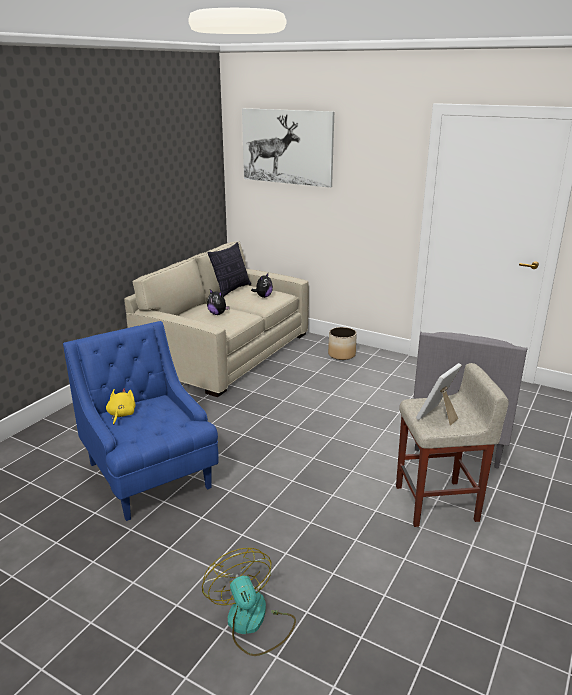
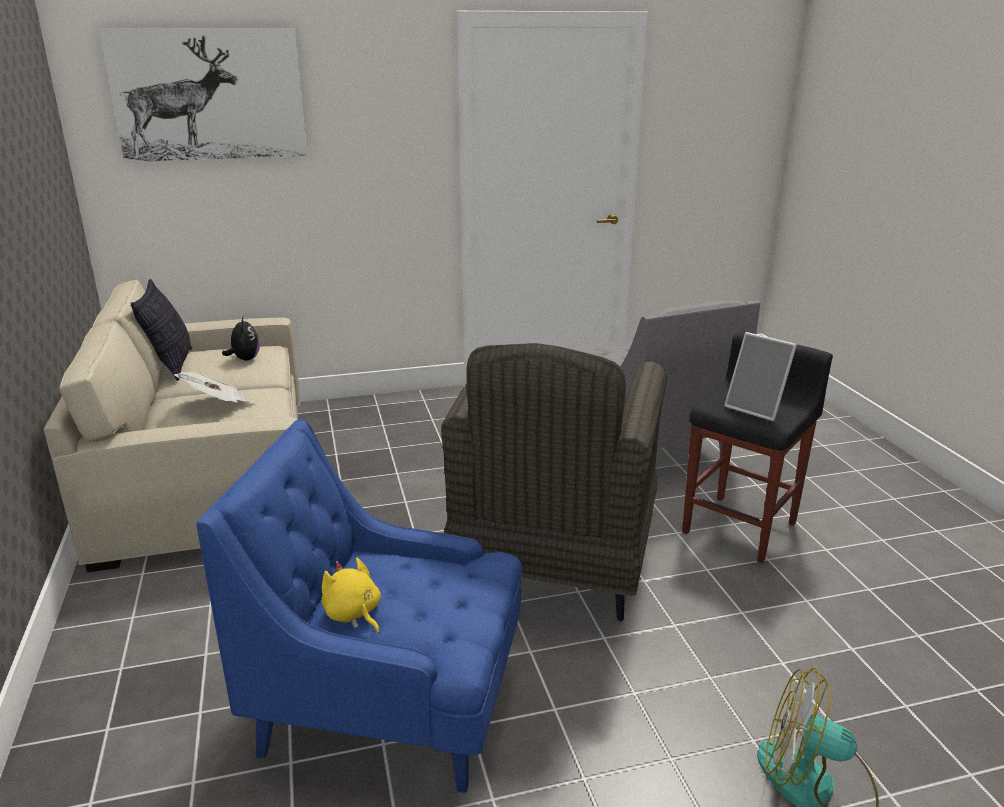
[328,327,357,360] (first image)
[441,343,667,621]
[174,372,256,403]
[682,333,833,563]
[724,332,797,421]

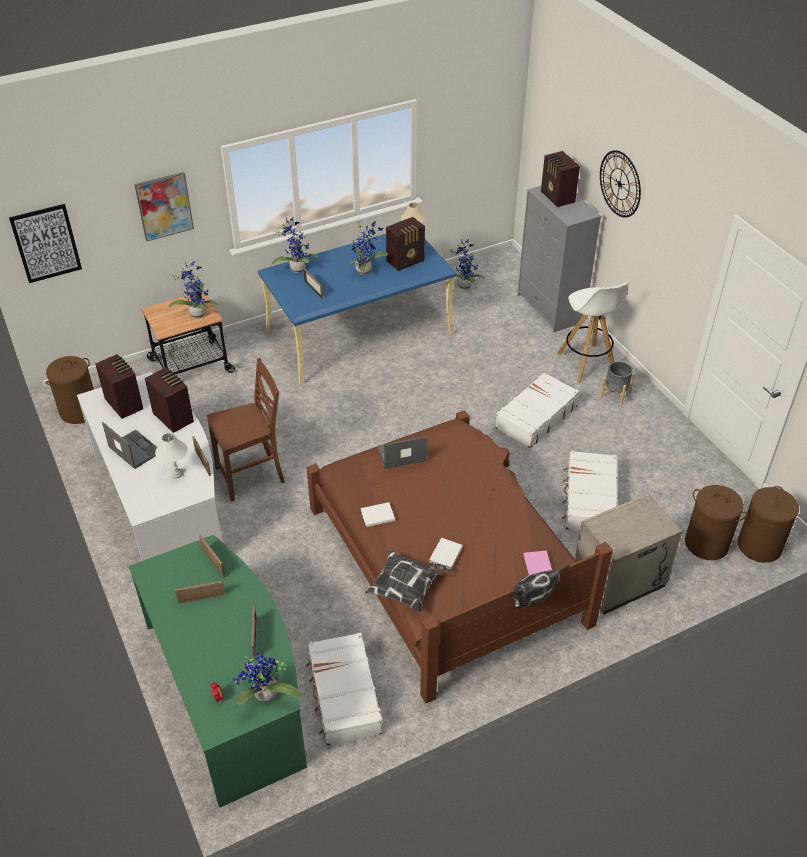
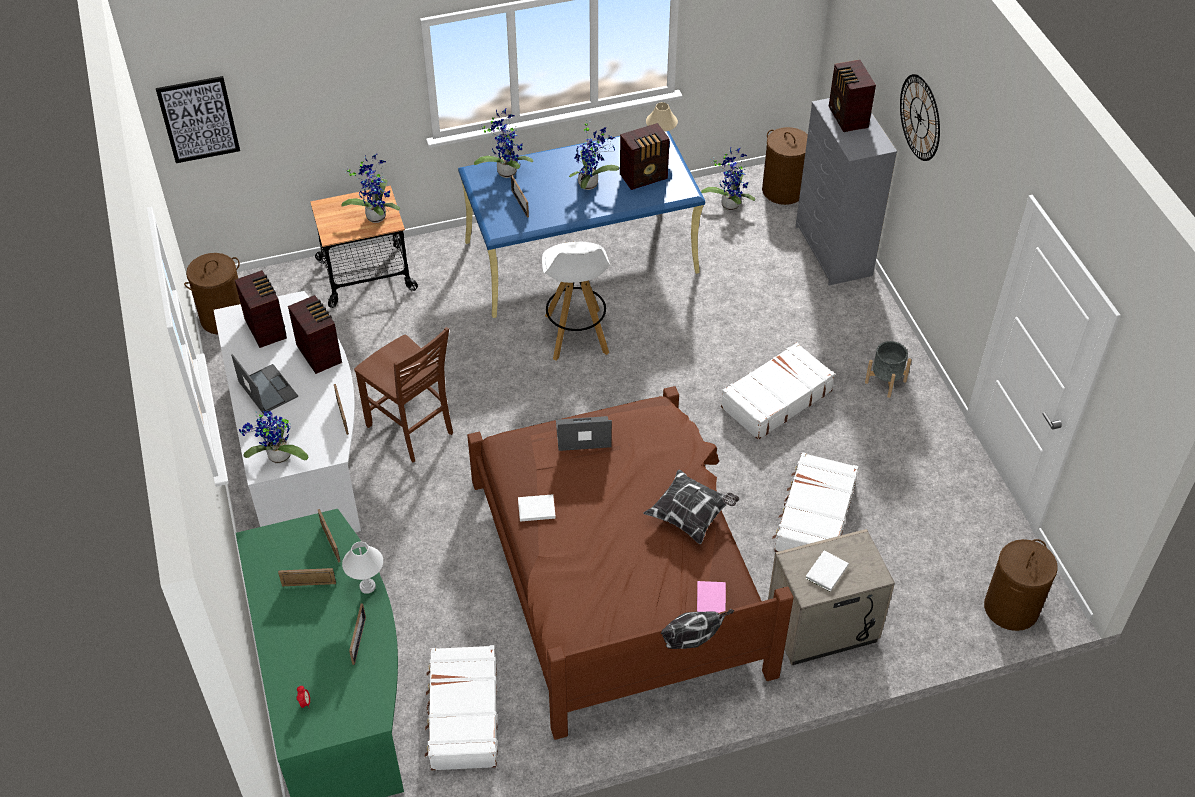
[134,172,194,241] (first image)
[342,542,383,594]
[239,411,308,464]
[643,469,739,544]
[805,551,849,592]
[542,242,610,361]
[762,127,808,205]
[354,327,453,462]

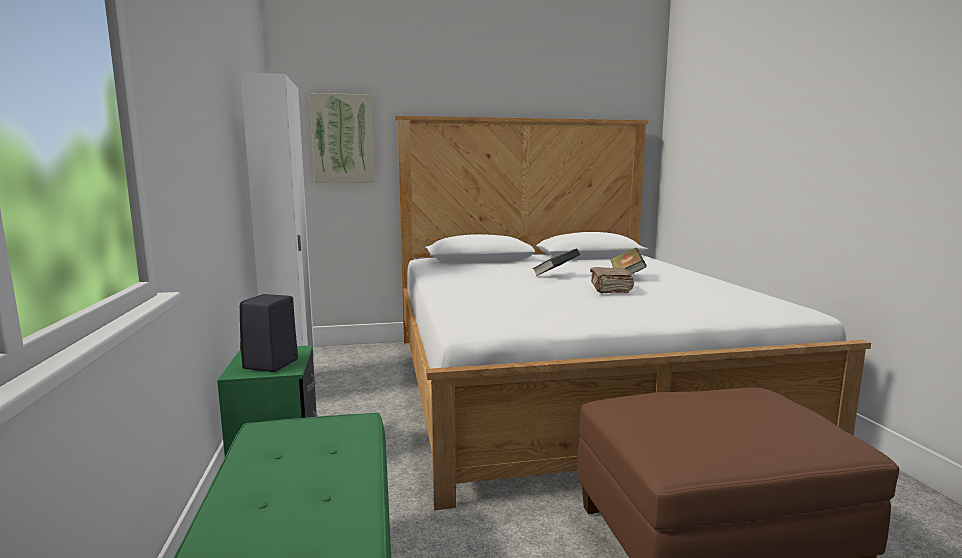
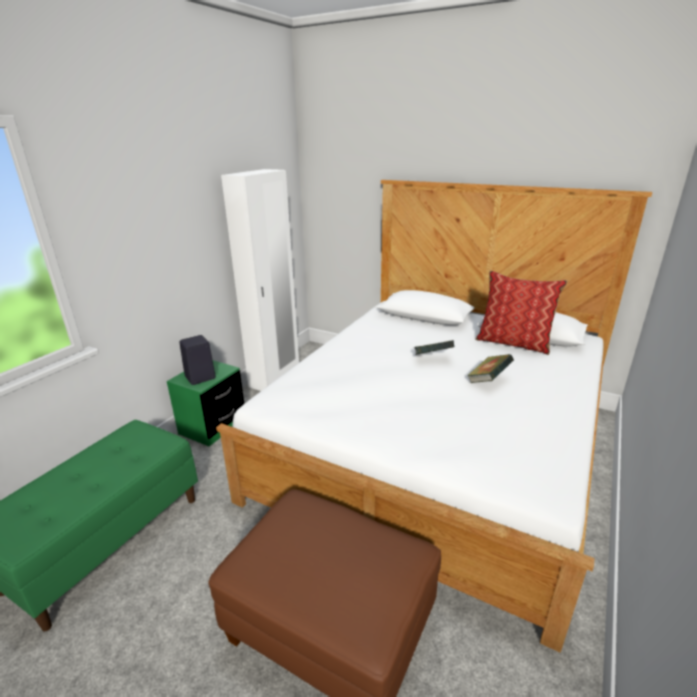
[310,93,375,183] (first image)
[590,267,634,293] (first image)
[475,271,568,355]

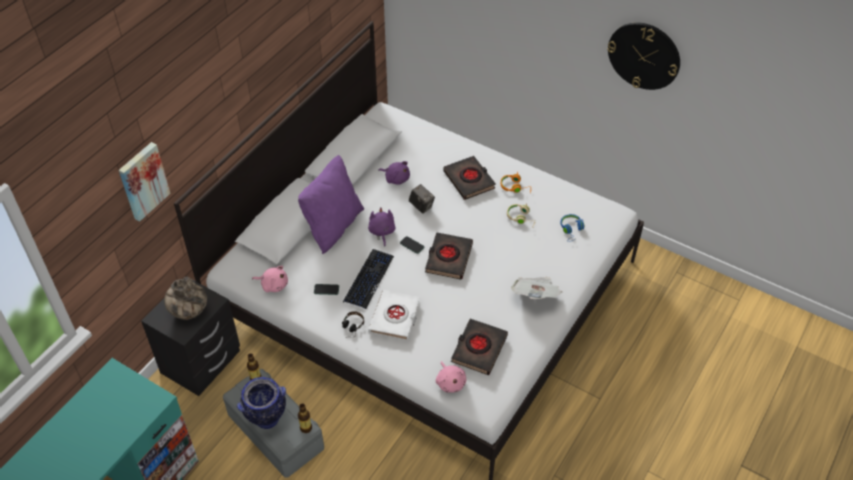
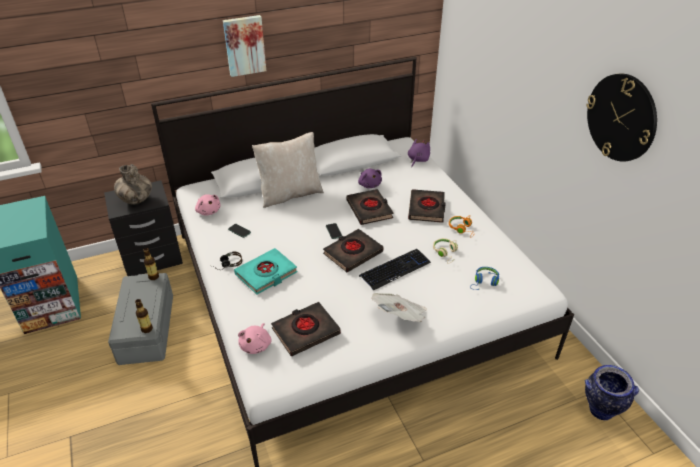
[223,15,266,77]
[585,365,639,420]
[359,249,431,291]
[408,139,430,167]
[347,189,394,225]
[252,132,324,208]
[234,248,298,295]

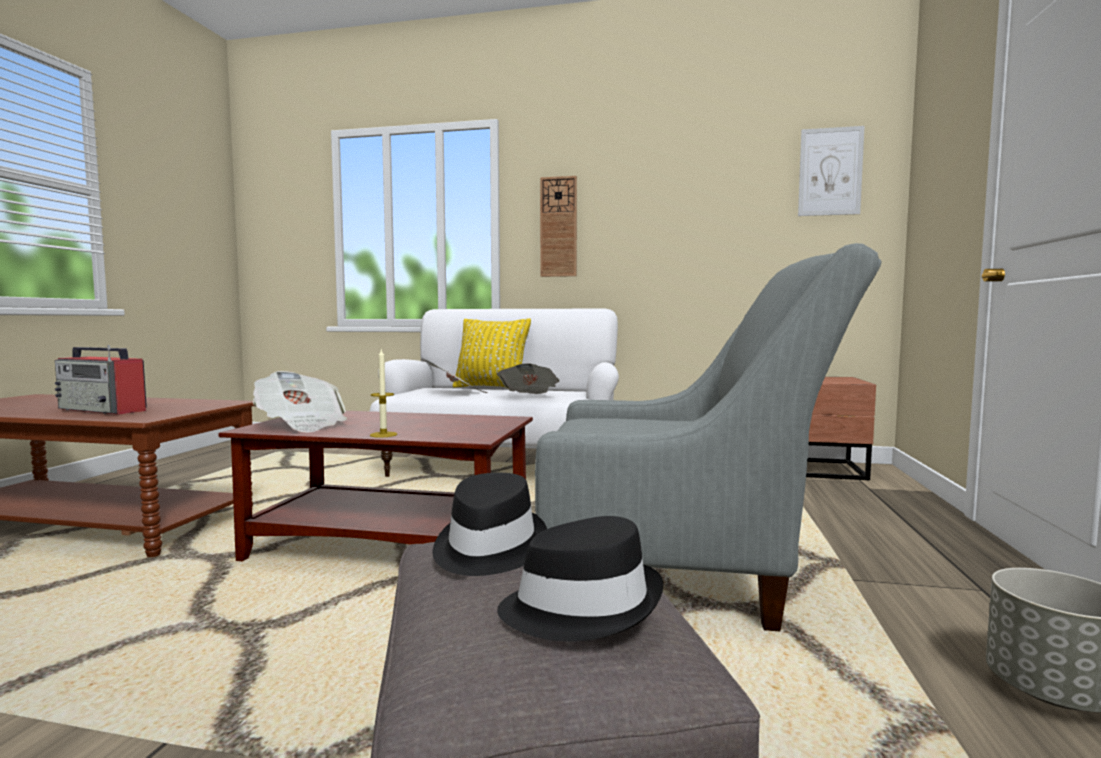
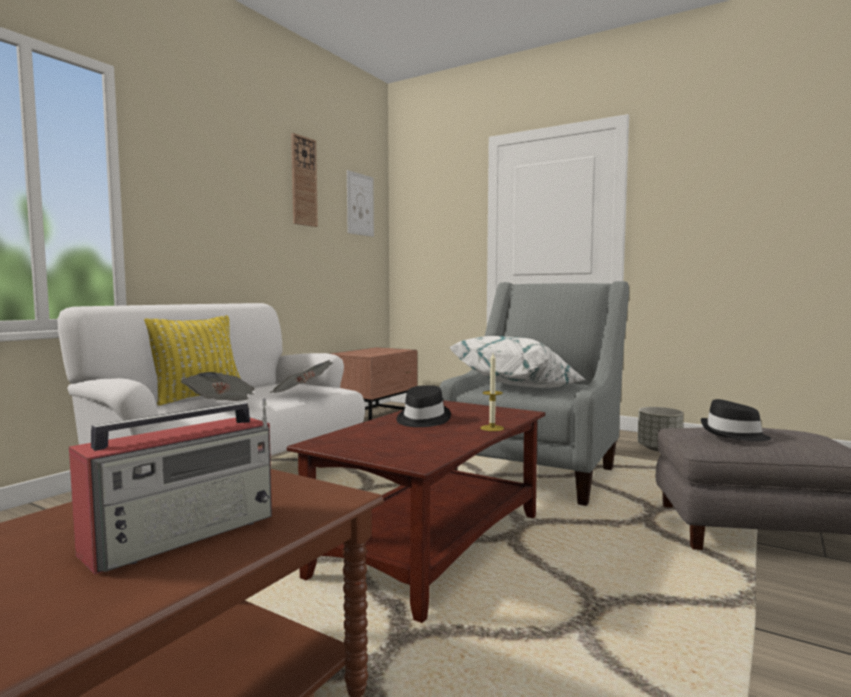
[253,371,347,433] (first image)
[449,336,586,388]
[396,385,451,427]
[291,133,318,227]

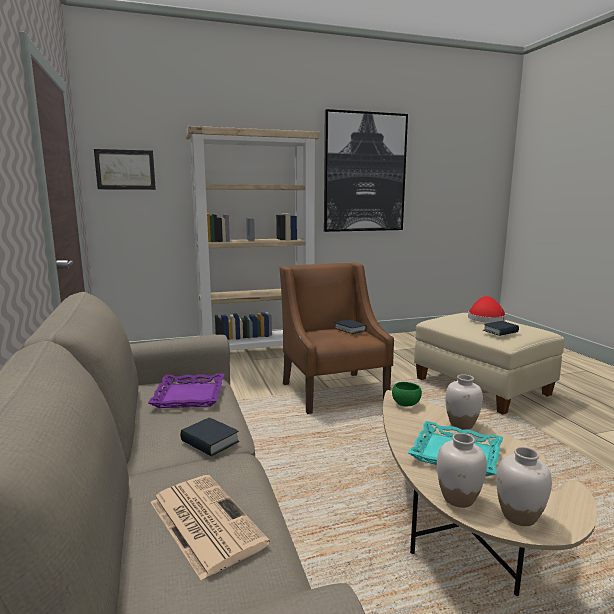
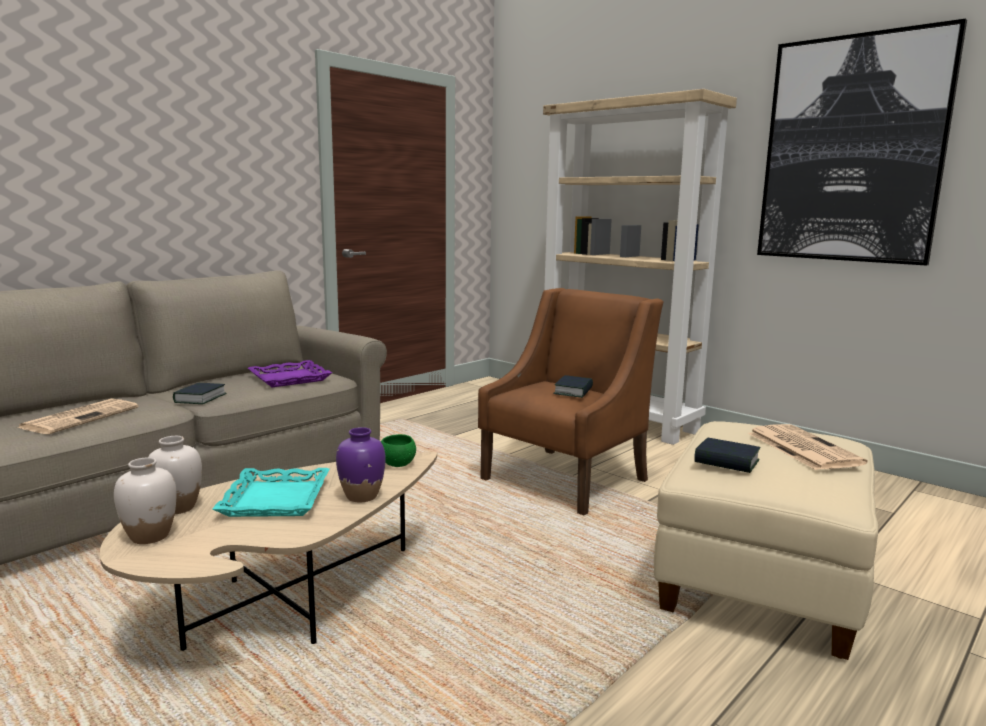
[94,149,156,190] (first image)
[748,424,867,470]
[336,427,386,502]

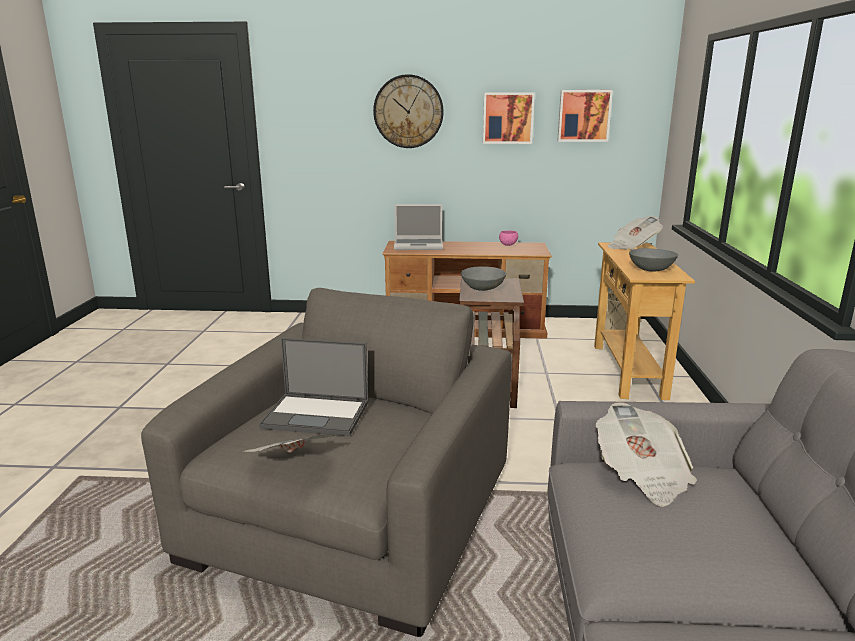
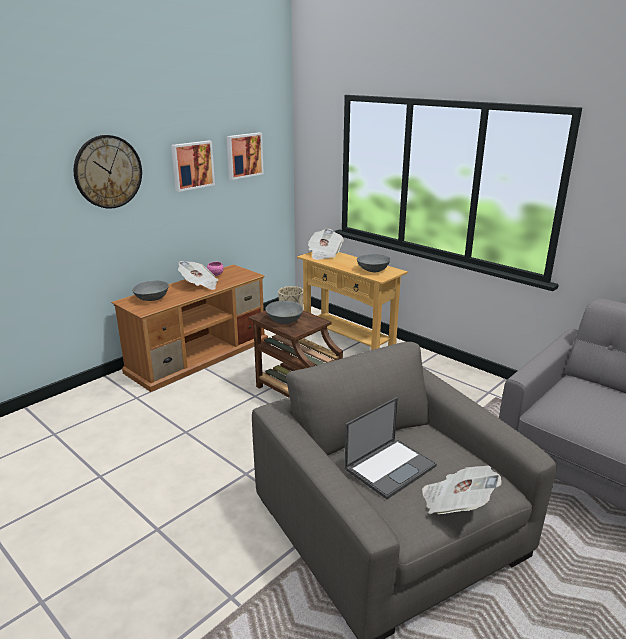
[178,261,218,290]
[132,281,169,301]

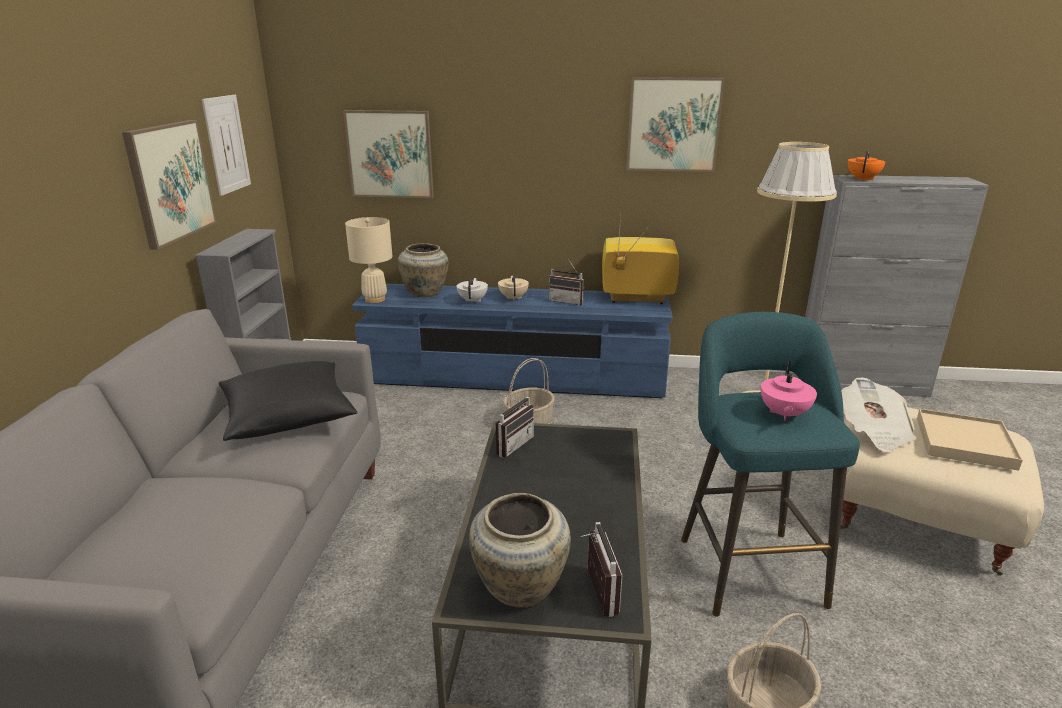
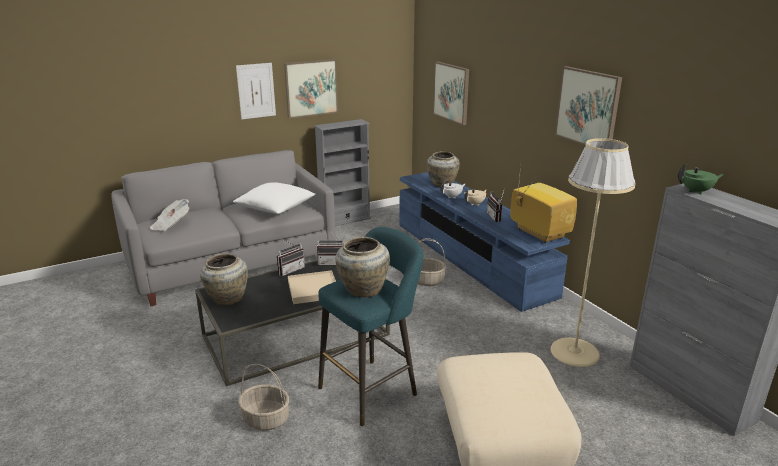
[345,217,392,303] (first image)
[236,63,276,119]
[277,238,305,276]
[150,199,189,231]
[288,270,336,304]
[335,237,390,297]
[233,182,316,214]
[678,164,724,195]

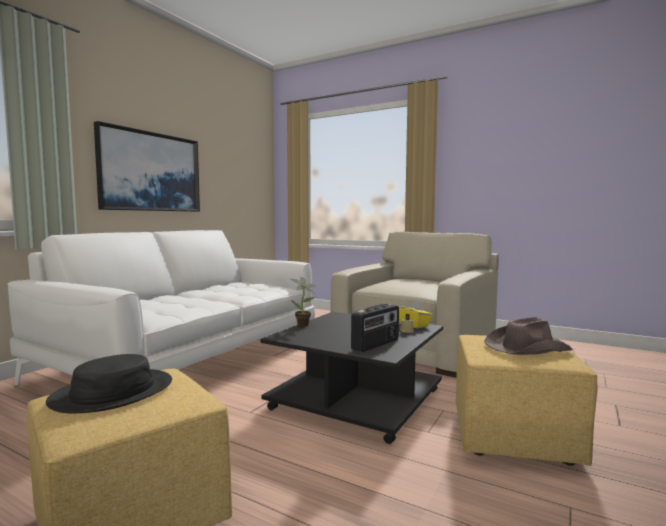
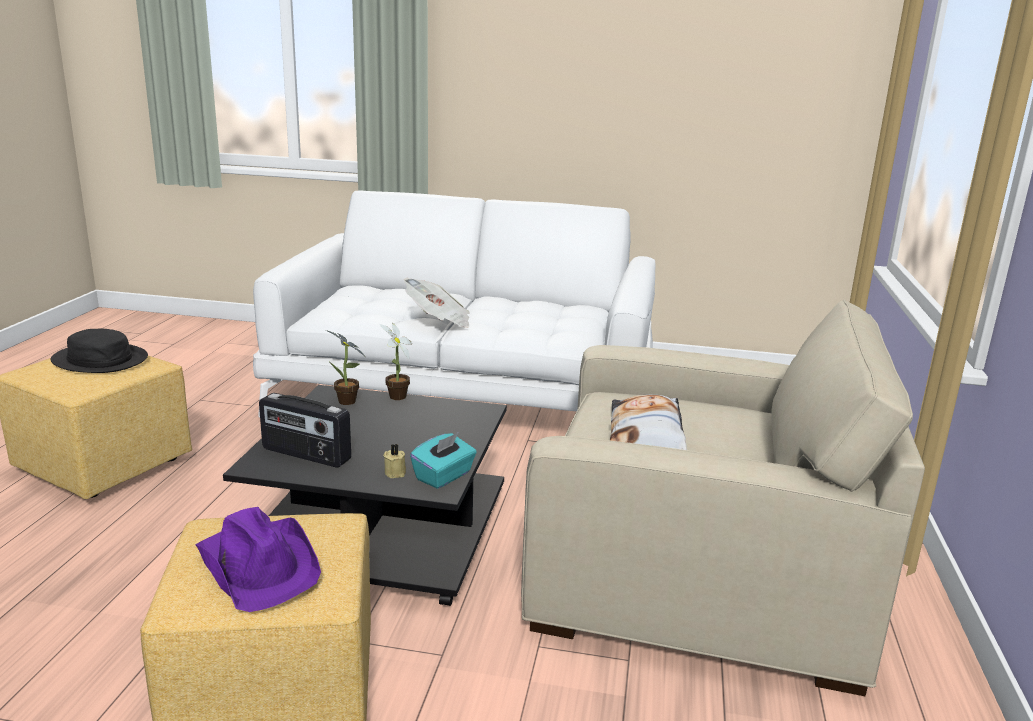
[94,121,200,212] (first image)
[326,330,365,405]
[404,278,470,328]
[610,395,687,450]
[410,432,477,489]
[195,507,321,612]

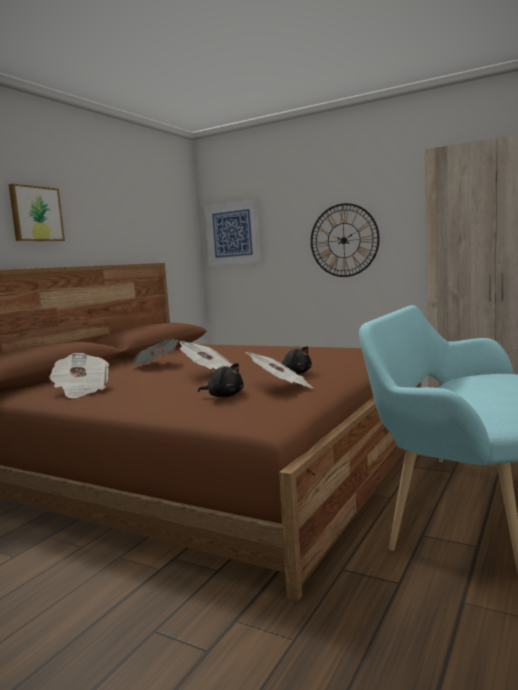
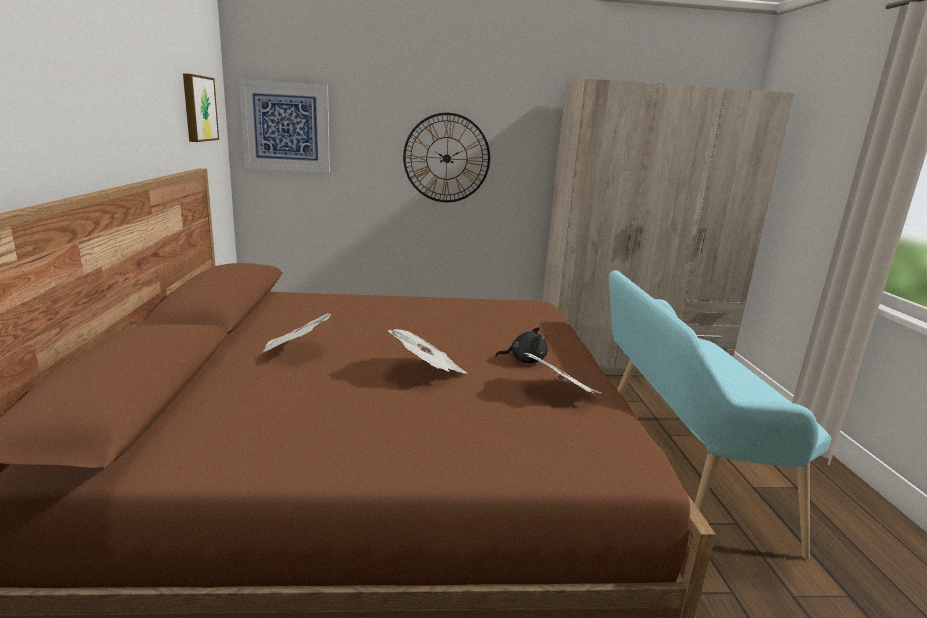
[49,353,109,398] (first image)
[198,363,244,397] (first image)
[183,73,219,142]

